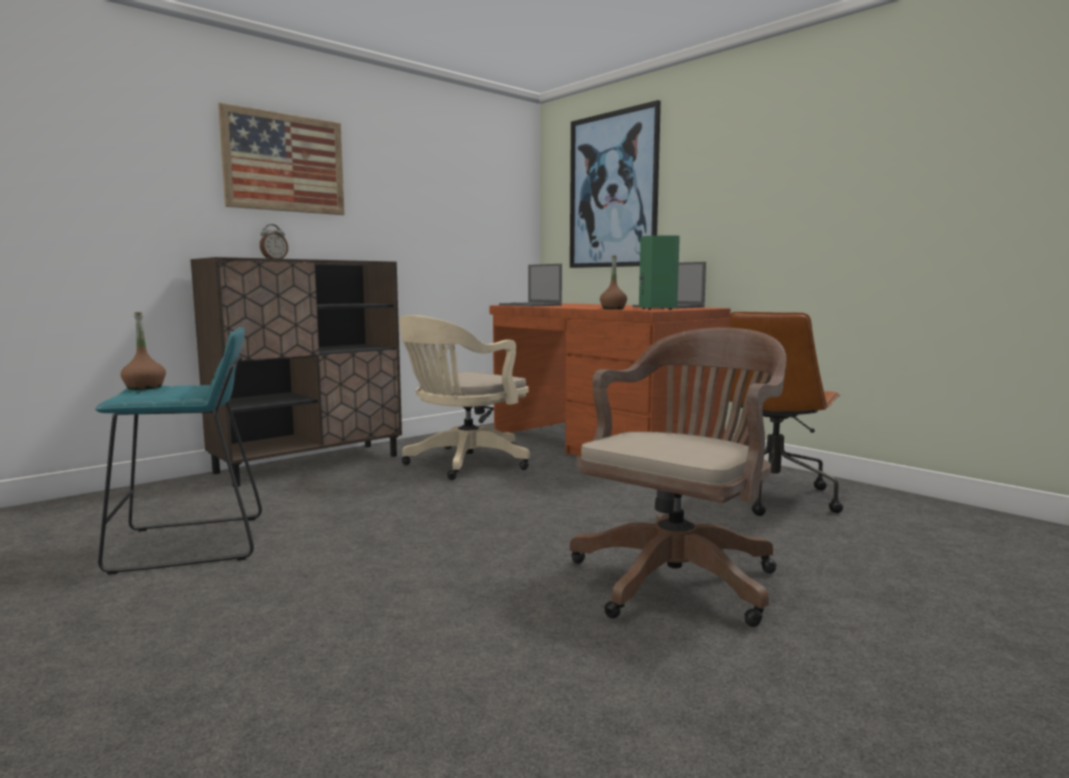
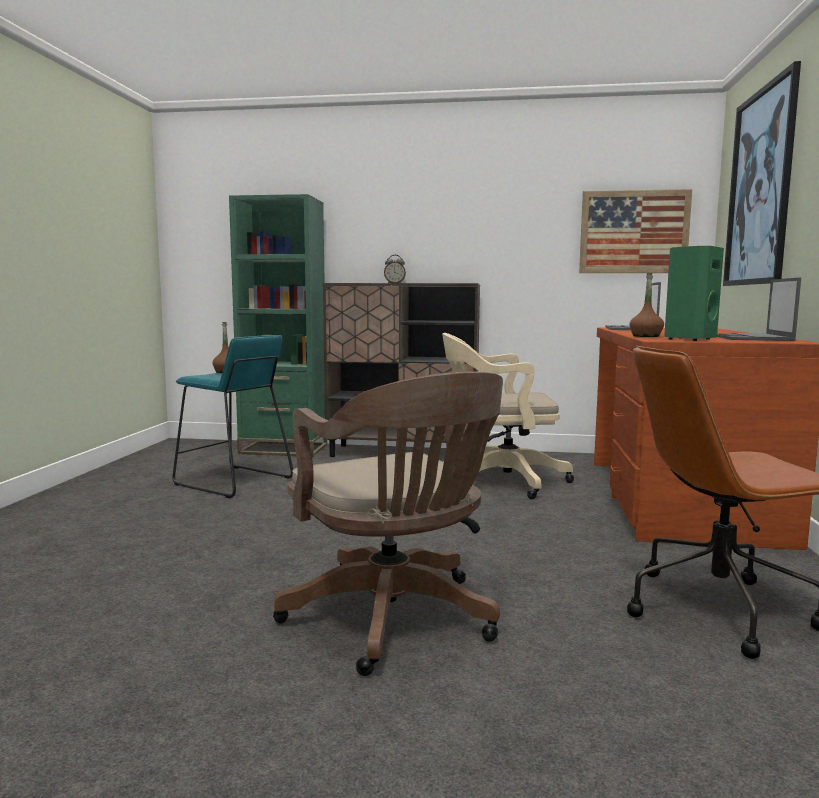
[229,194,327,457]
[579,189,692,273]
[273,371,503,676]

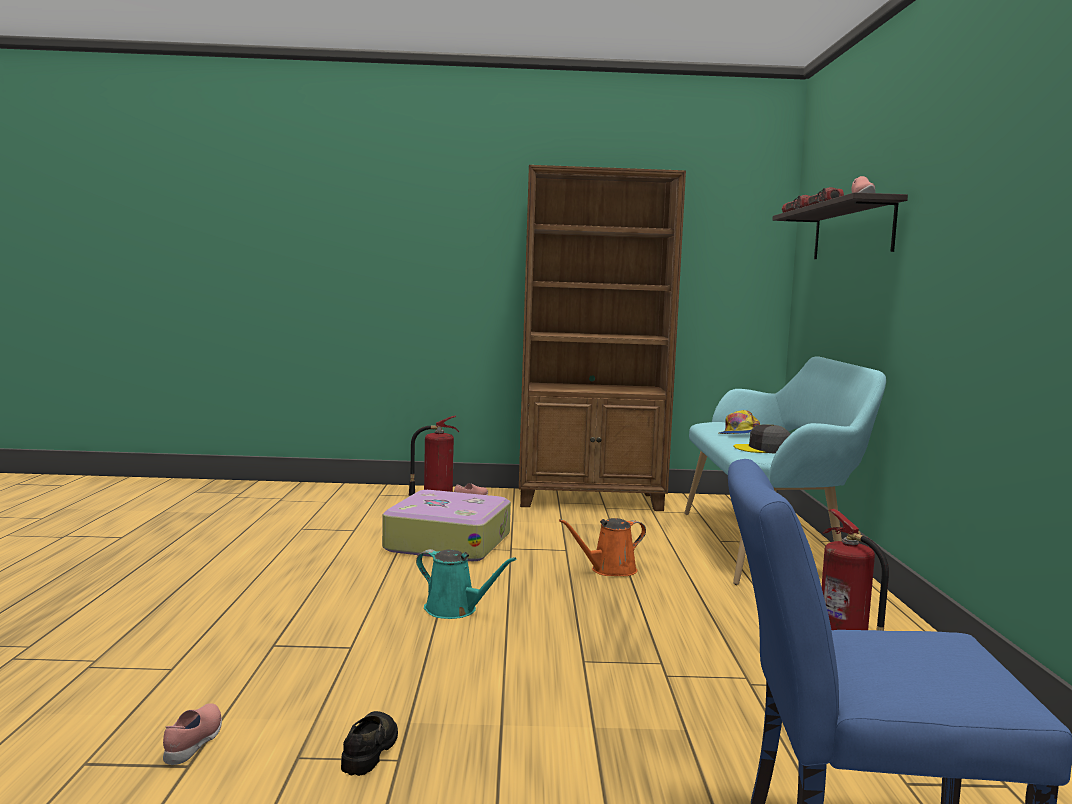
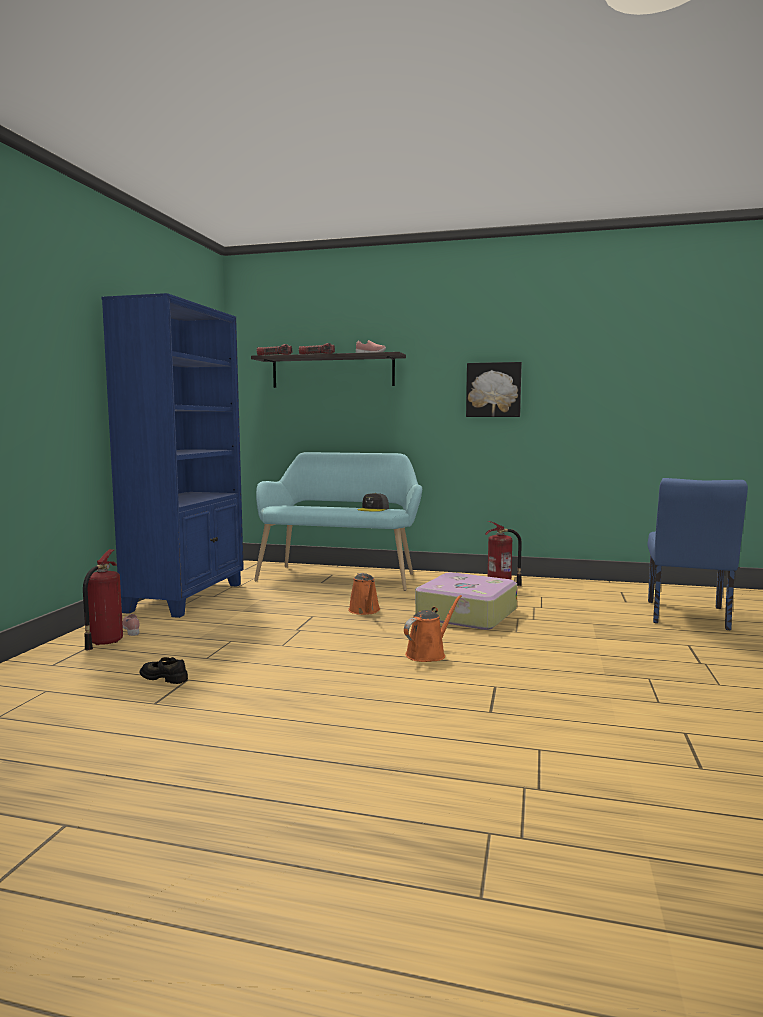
[163,703,222,765] (first image)
[719,410,760,434] (first image)
[466,362,522,417]
[139,657,188,684]
[415,572,517,630]
[404,595,462,662]
[102,293,244,618]

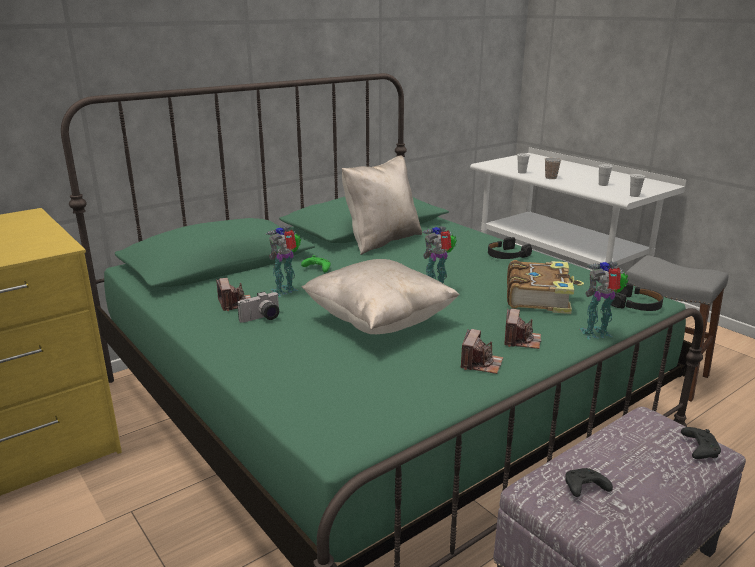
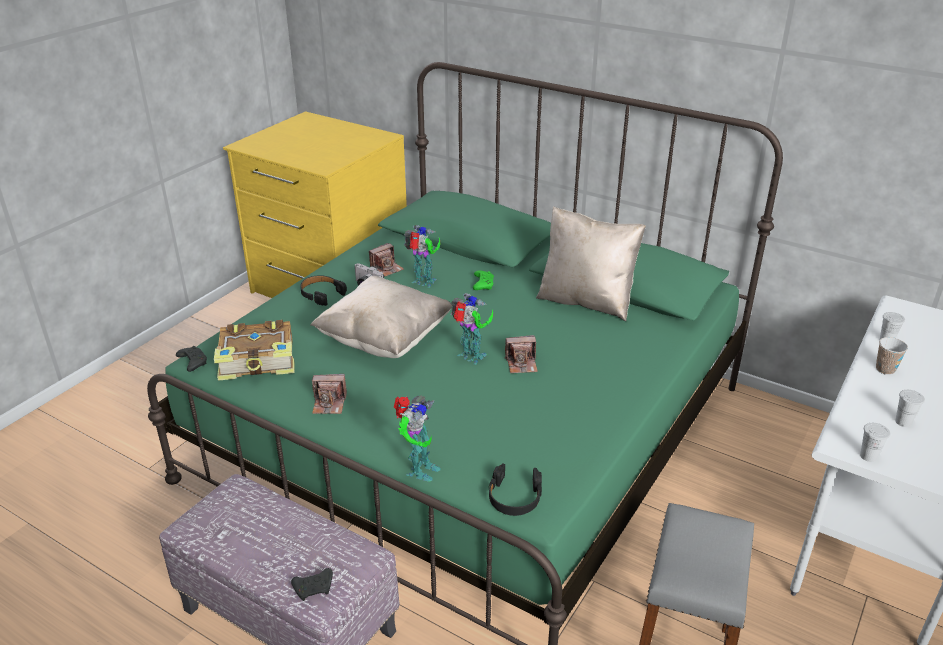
[300,275,347,306]
[504,335,538,373]
[214,320,295,381]
[176,346,207,372]
[394,395,441,482]

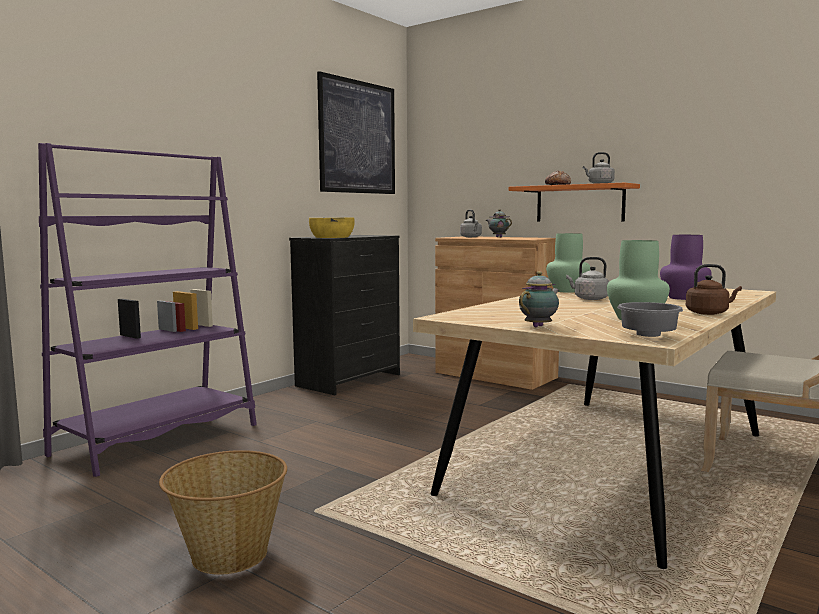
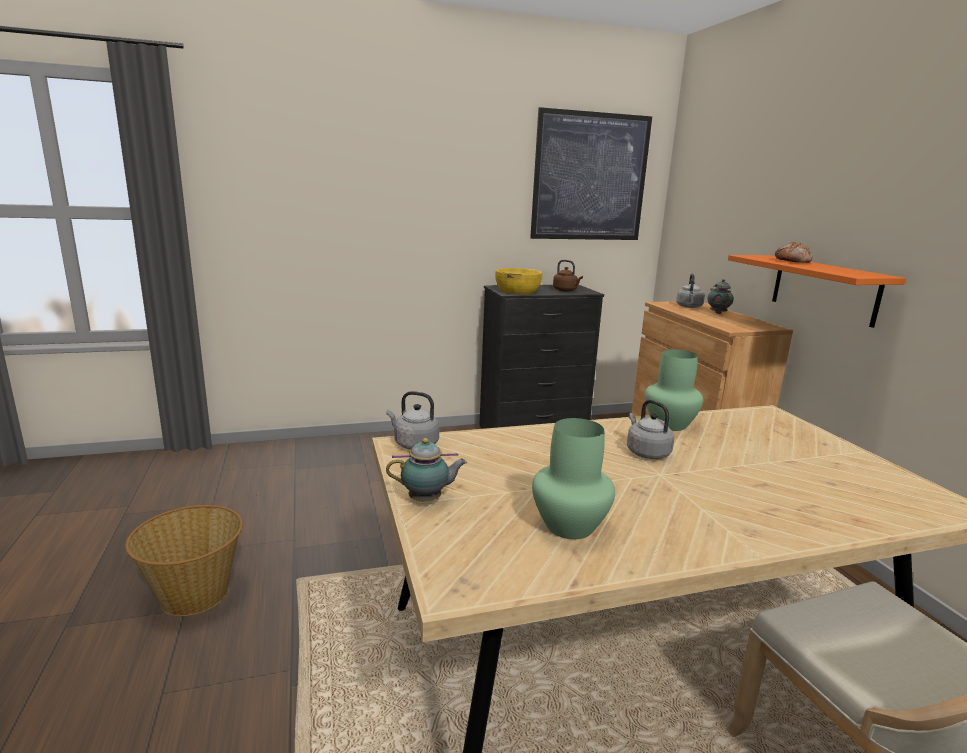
[38,143,257,477] (first image)
[617,302,683,337] (first image)
[660,235,712,300] (first image)
[386,391,439,449]
[553,260,583,291]

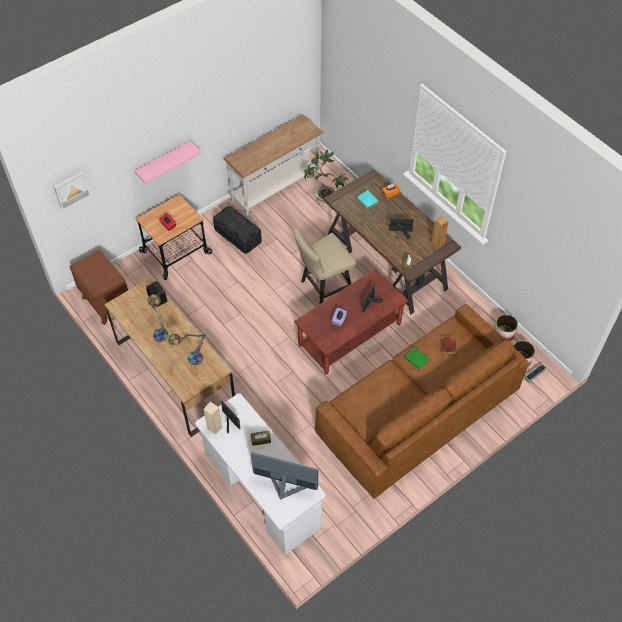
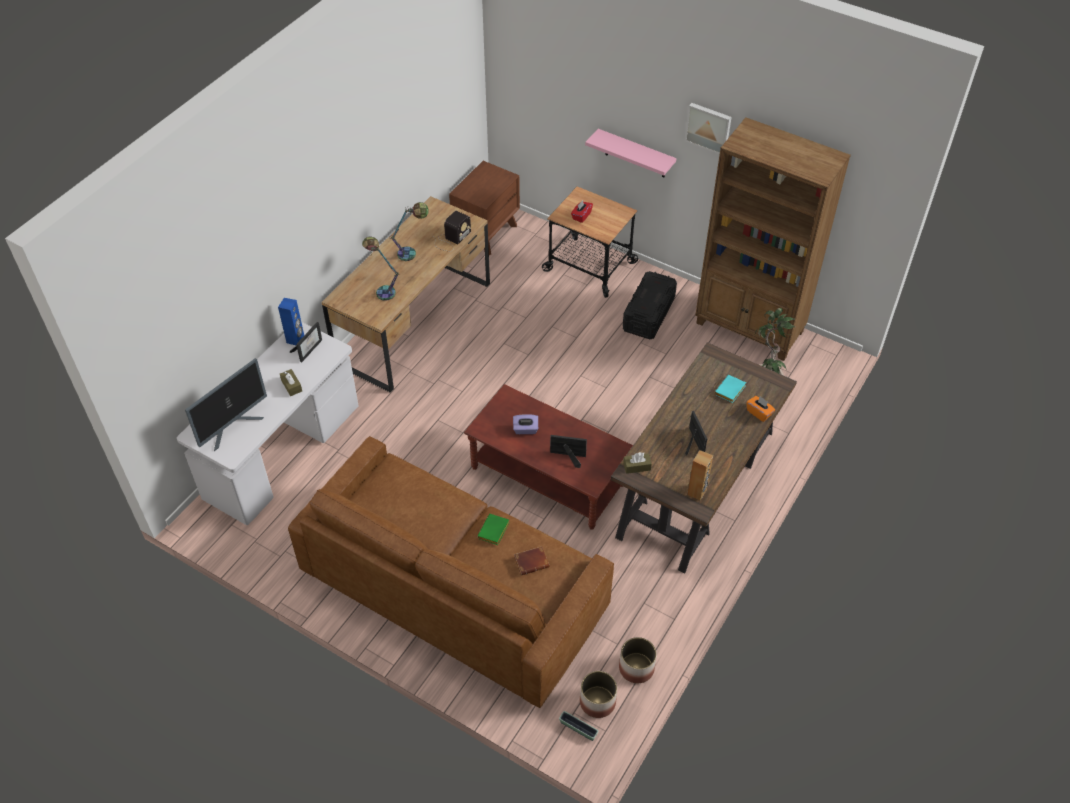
[293,229,356,304] (first image)
[685,103,732,154]
[695,117,851,361]
[278,298,304,345]
[185,358,267,452]

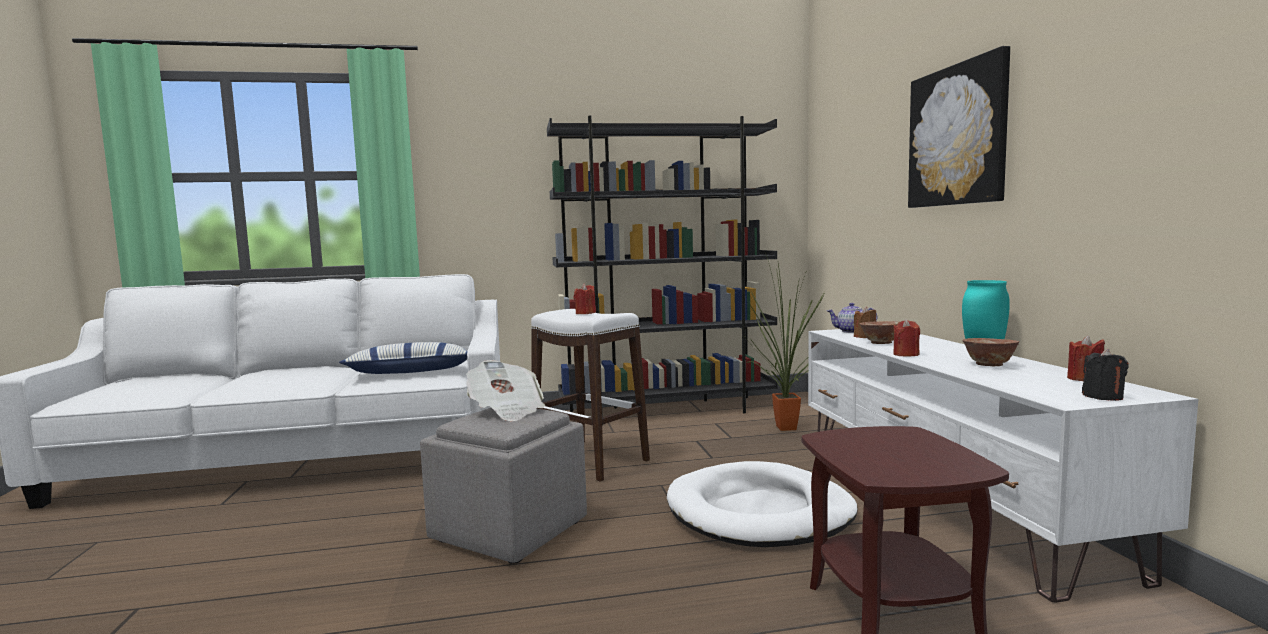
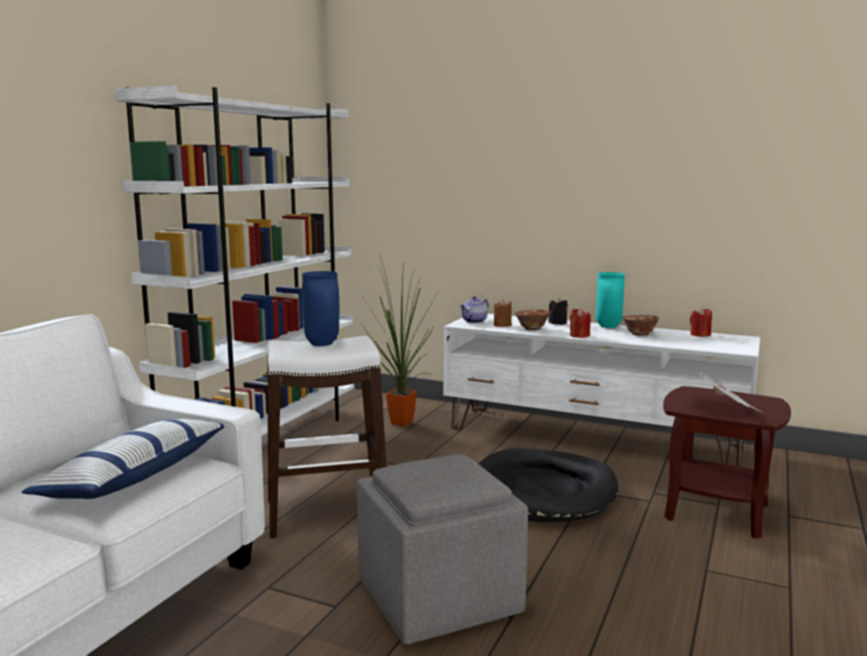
[908,46,1010,208] (first image)
[685,366,764,413]
[548,298,568,325]
[302,271,339,346]
[115,85,355,436]
[479,448,618,522]

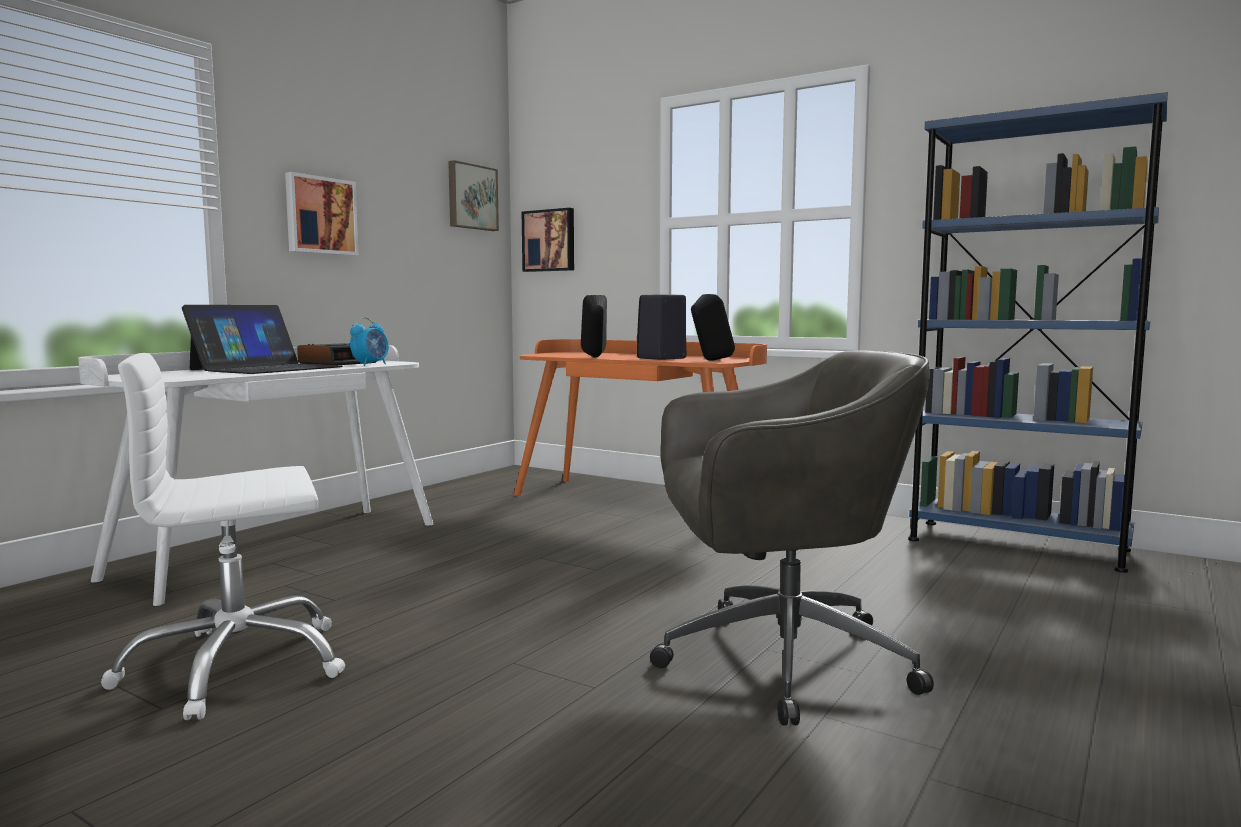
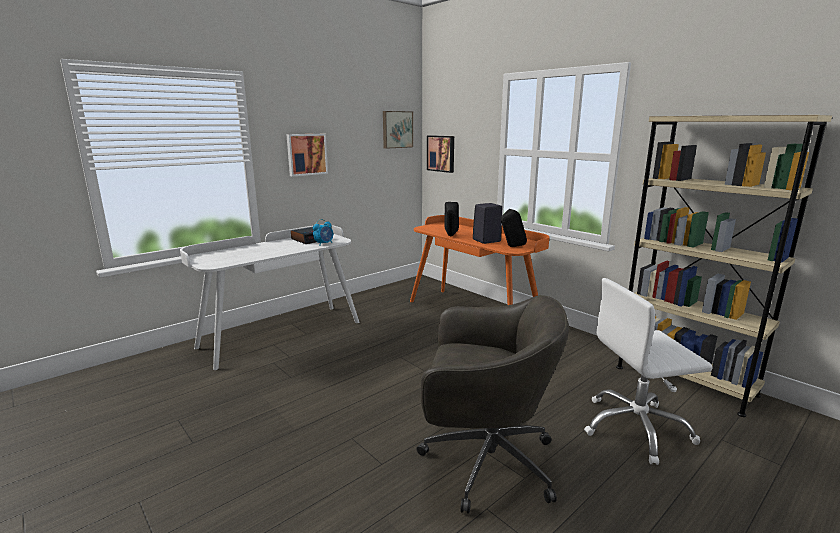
[182,305,343,374] (first image)
[584,278,713,465]
[616,115,832,417]

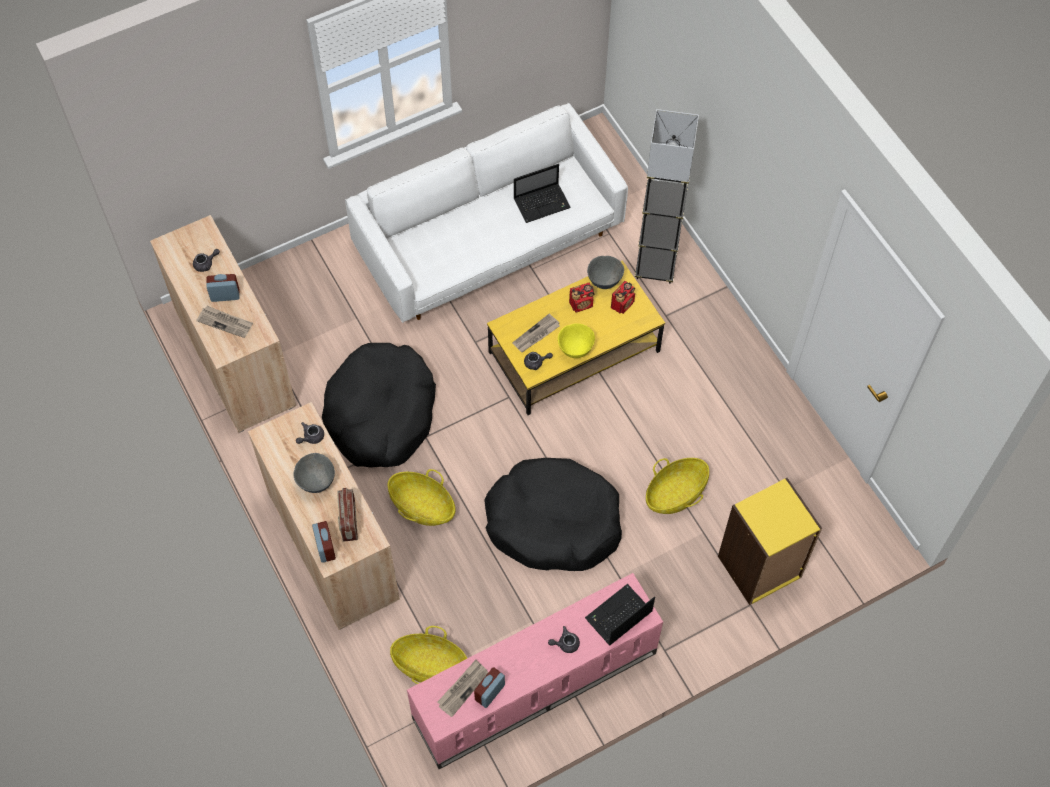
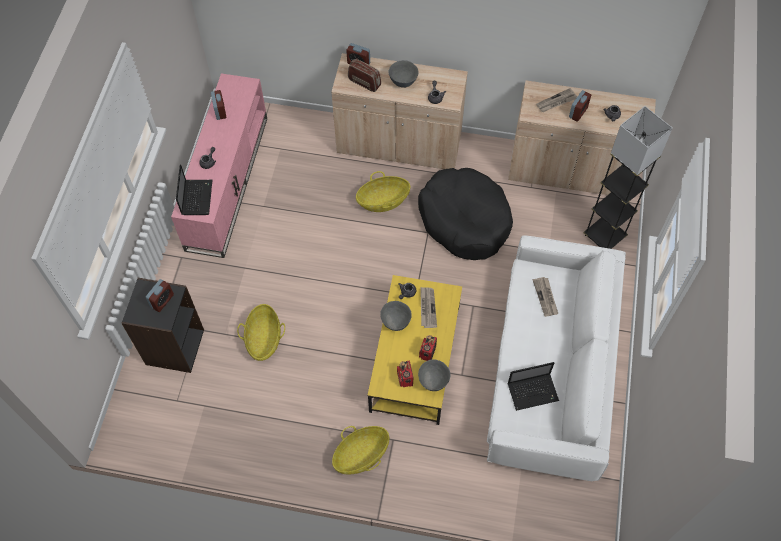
[484,458,622,571] (first image)
[146,279,174,312]
[332,426,389,474]
[533,277,558,317]
[584,106,672,249]
[380,301,412,331]
[121,278,204,373]
[507,362,559,411]

